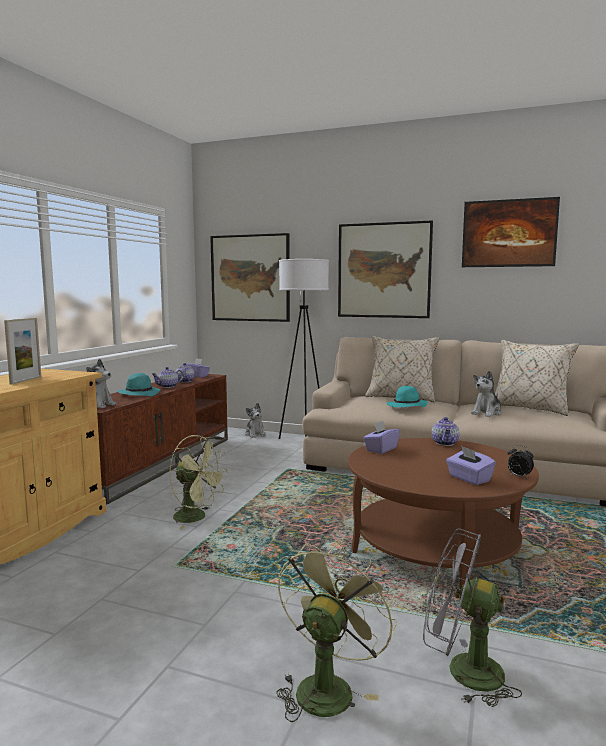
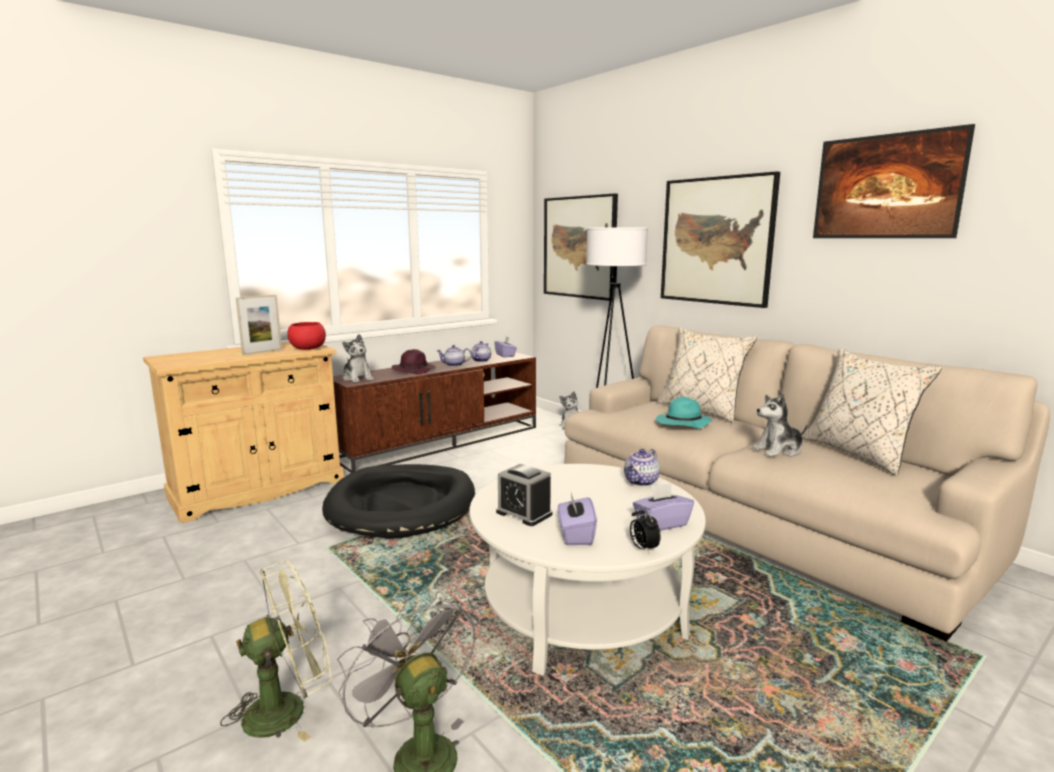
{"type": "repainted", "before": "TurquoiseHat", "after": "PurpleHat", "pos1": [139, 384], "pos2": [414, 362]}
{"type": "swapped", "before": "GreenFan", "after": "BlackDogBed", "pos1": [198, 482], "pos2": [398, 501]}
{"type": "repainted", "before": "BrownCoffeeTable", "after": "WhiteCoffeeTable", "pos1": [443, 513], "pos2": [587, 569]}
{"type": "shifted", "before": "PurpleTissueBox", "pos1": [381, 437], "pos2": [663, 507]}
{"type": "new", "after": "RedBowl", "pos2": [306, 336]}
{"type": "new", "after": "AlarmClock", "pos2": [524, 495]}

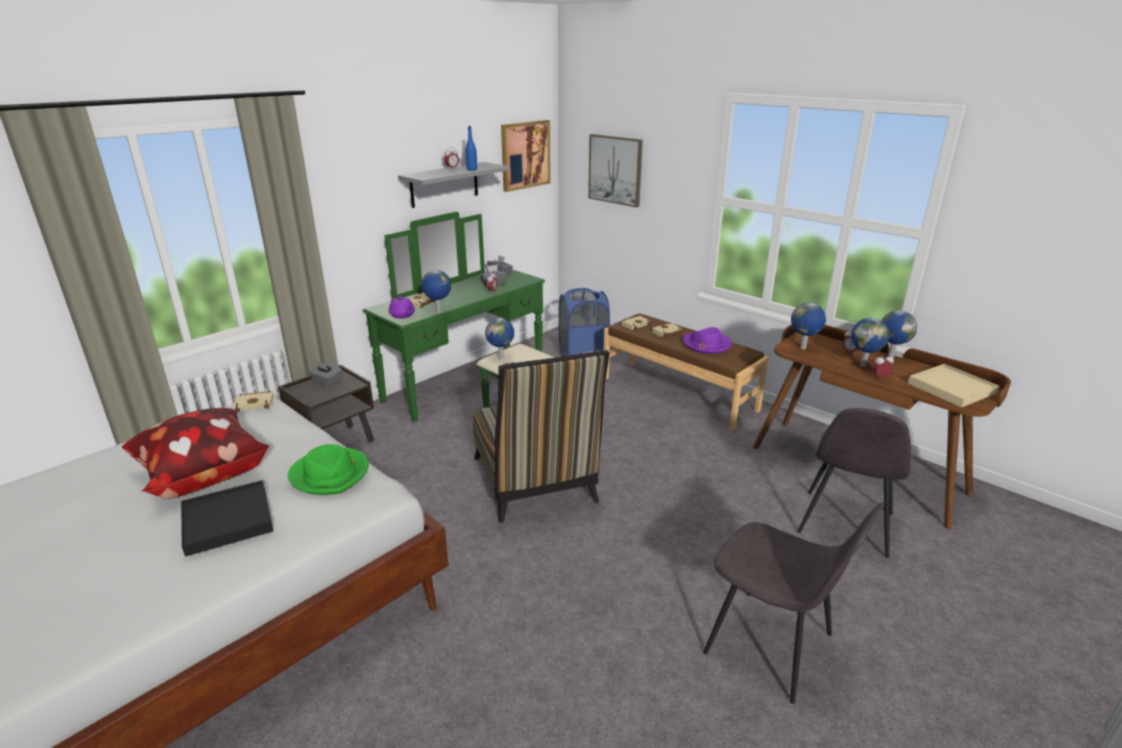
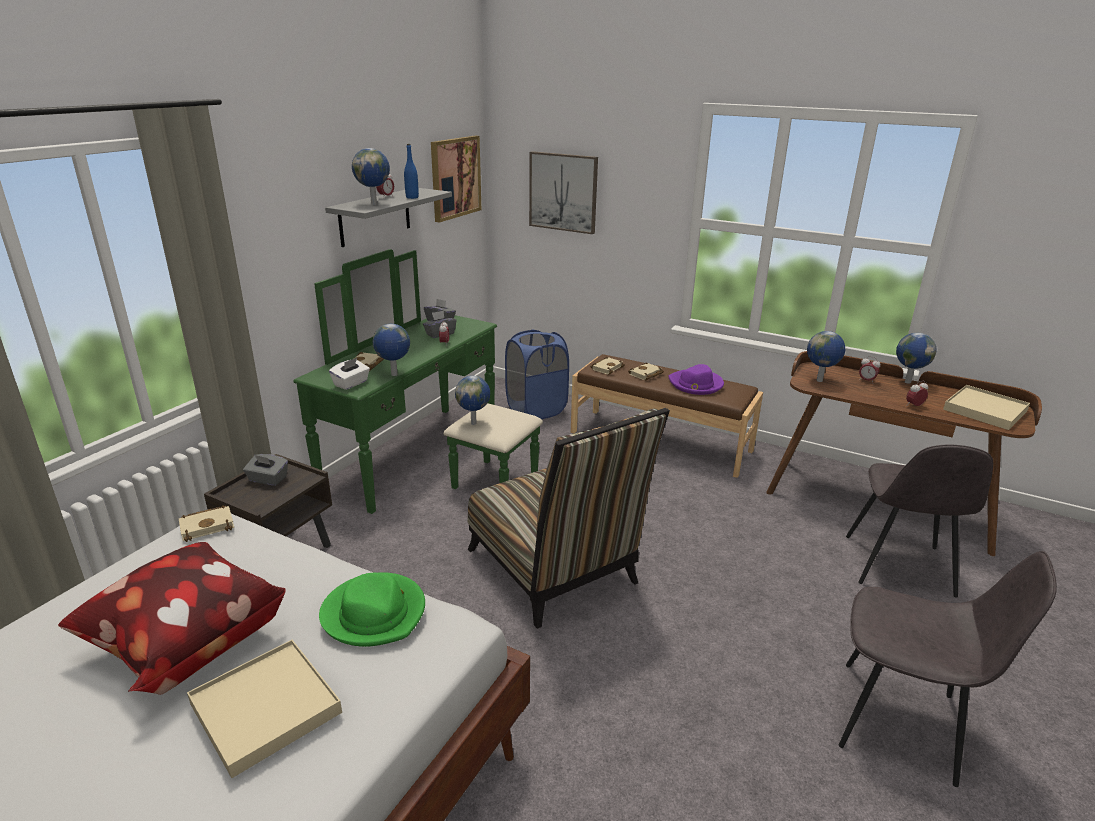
{"type": "repainted", "before": "BlackTray", "after": "BeigeTray", "pos1": [227, 518], "pos2": [264, 709]}
{"type": "swapped", "before": "PurpleTeapot", "after": "WhiteTissueBox", "pos1": [402, 307], "pos2": [349, 374]}
{"type": "shifted", "before": "Globe", "pos1": [870, 342], "pos2": [371, 176]}

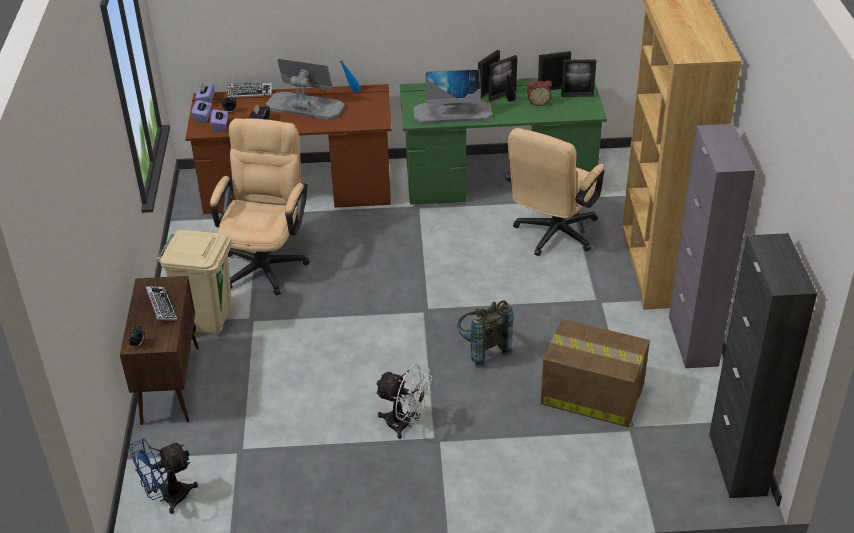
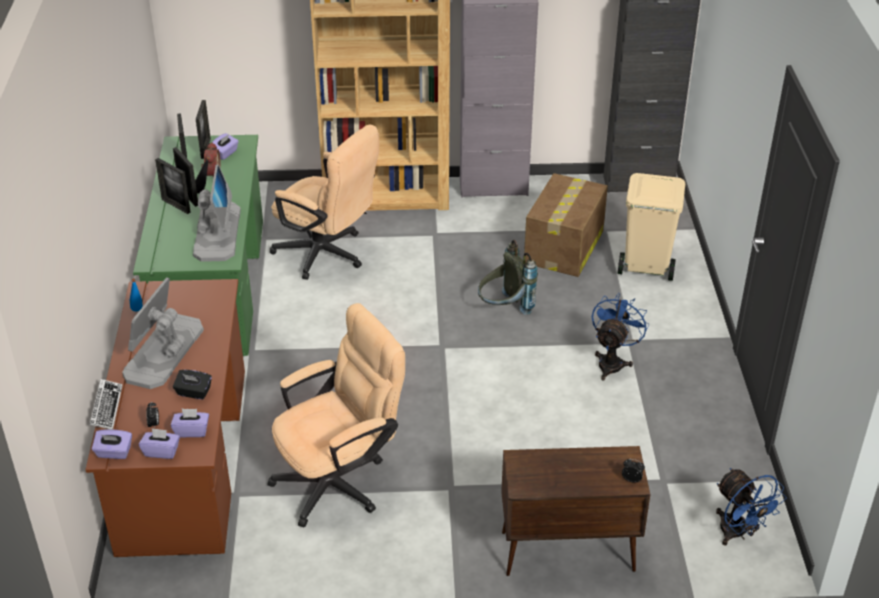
{"type": "gone", "before": "Keyboard", "pos1": [161, 303]}
{"type": "shifted", "before": "BeigeTrashCan", "pos1": [194, 282], "pos2": [651, 227]}
{"type": "rotated", "before": "BeigeOfficeChair", "pos1": [259, 206], "pos2": [336, 415], "turn": 135}
{"type": "repainted", "before": "WhiteFan", "after": "BlueFan", "pos1": [404, 401], "pos2": [620, 337]}
{"type": "new", "after": "PurpleTissueBox", "pos2": [225, 146]}

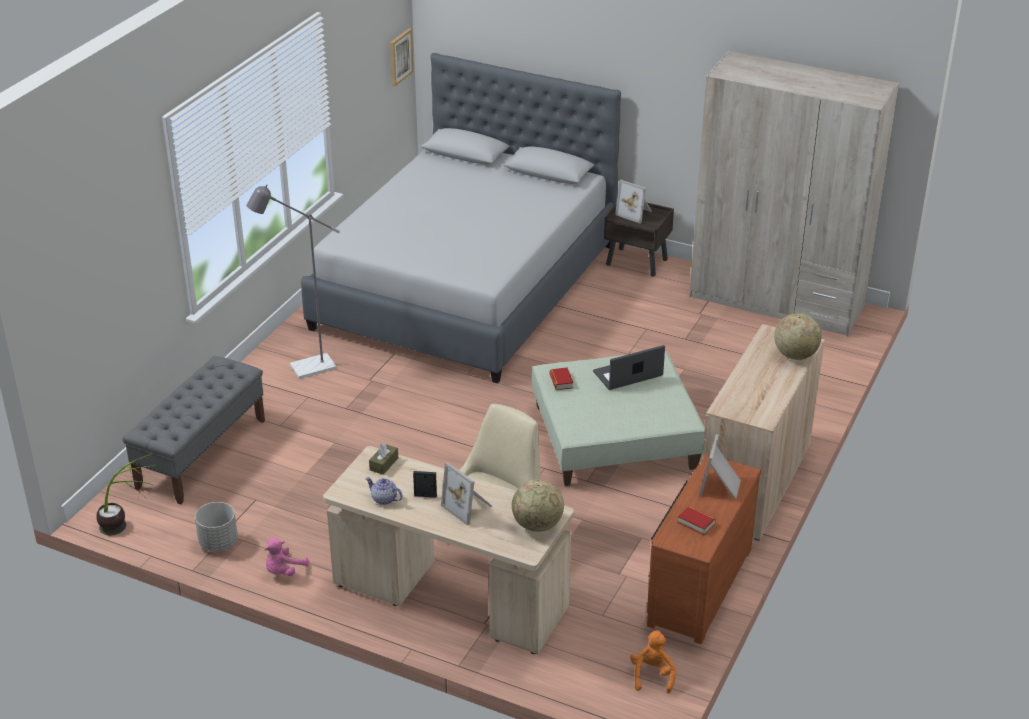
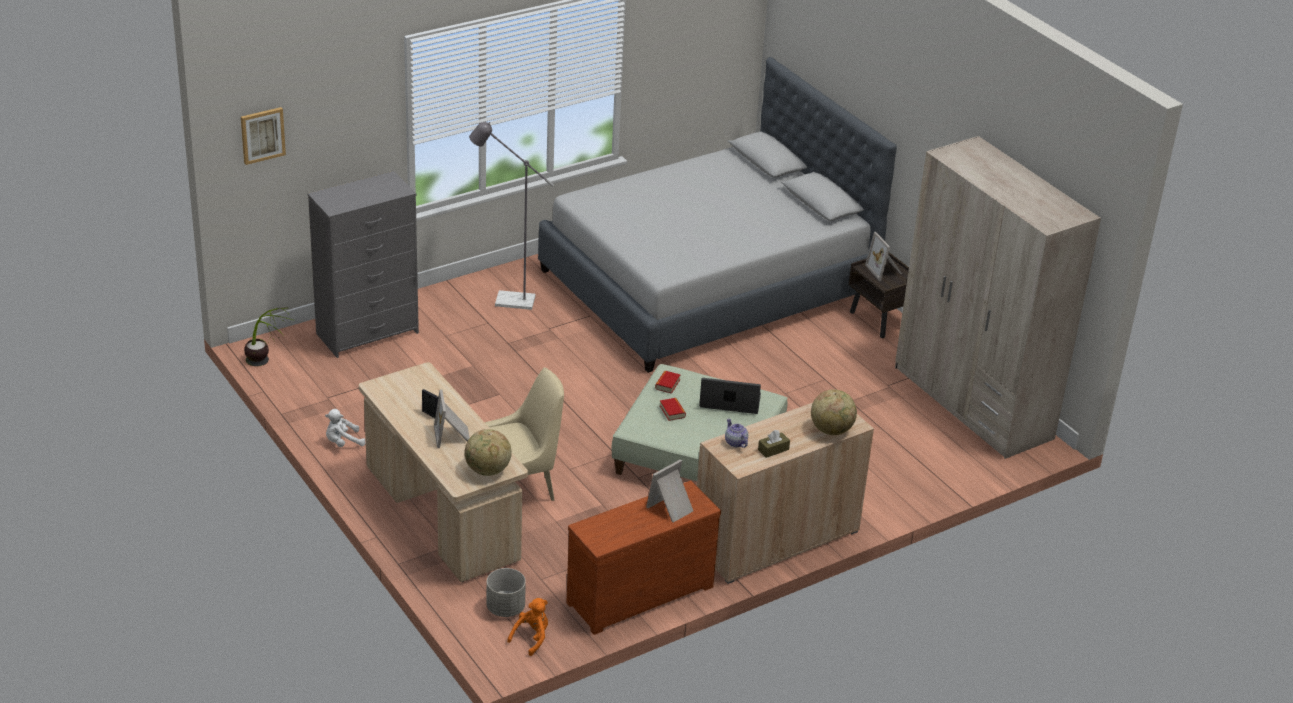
{"type": "swapped", "before": "GreyBench", "after": "GreyDresser", "pos1": [194, 430], "pos2": [363, 264]}
{"type": "shifted", "before": "GreyPlanter", "pos1": [216, 526], "pos2": [506, 592]}
{"type": "repainted", "before": "PinkPlushToy", "after": "WhitePlushToy", "pos1": [286, 556], "pos2": [345, 428]}
{"type": "shifted", "before": "Teapot", "pos1": [384, 491], "pos2": [736, 433]}
{"type": "shifted", "before": "BrownTissueBox", "pos1": [383, 459], "pos2": [774, 444]}
{"type": "shifted", "before": "Picture", "pos1": [402, 57], "pos2": [263, 136]}
{"type": "shifted", "before": "Book", "pos1": [697, 520], "pos2": [673, 409]}

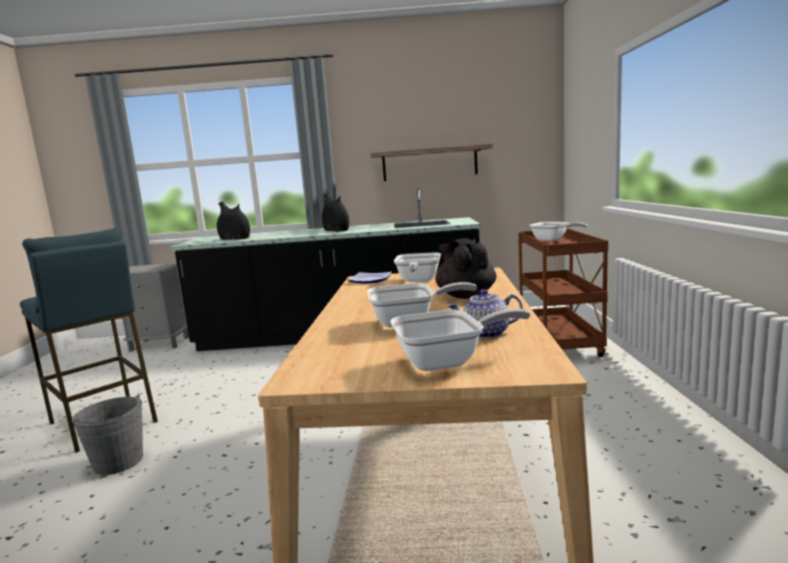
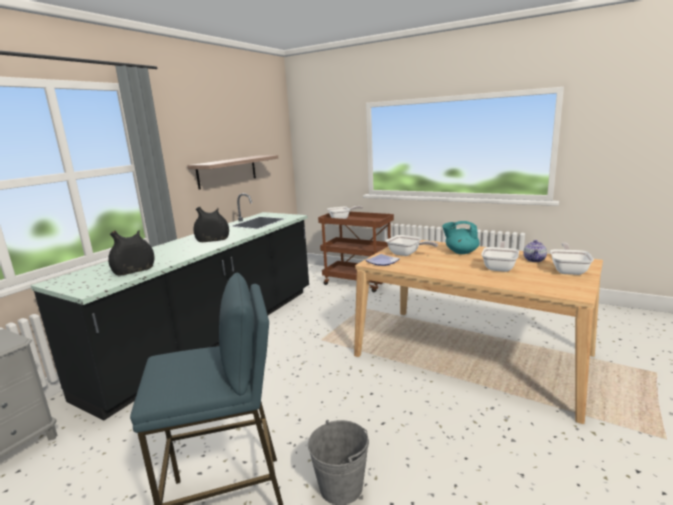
{"type": "repainted", "before": "BlackTeapot", "after": "TurquoiseTeapot", "pos1": [465, 268], "pos2": [461, 237]}

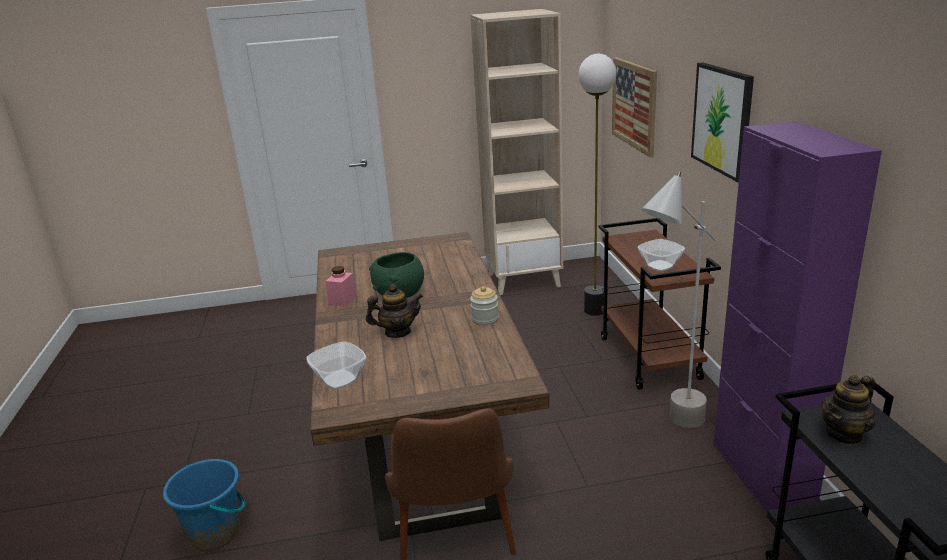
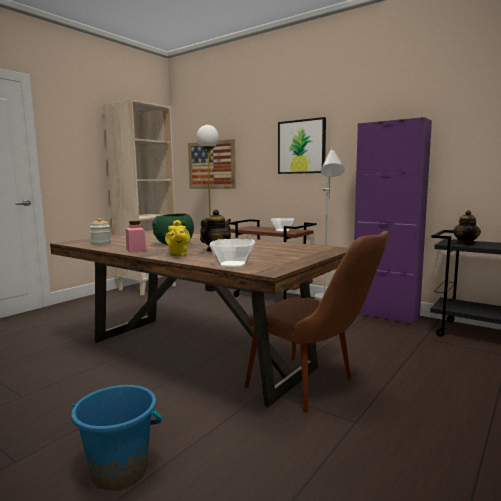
{"type": "shifted", "before": "Jar", "pos1": [484, 306], "pos2": [100, 231]}
{"type": "new", "after": "YellowTeapot", "pos2": [177, 238]}

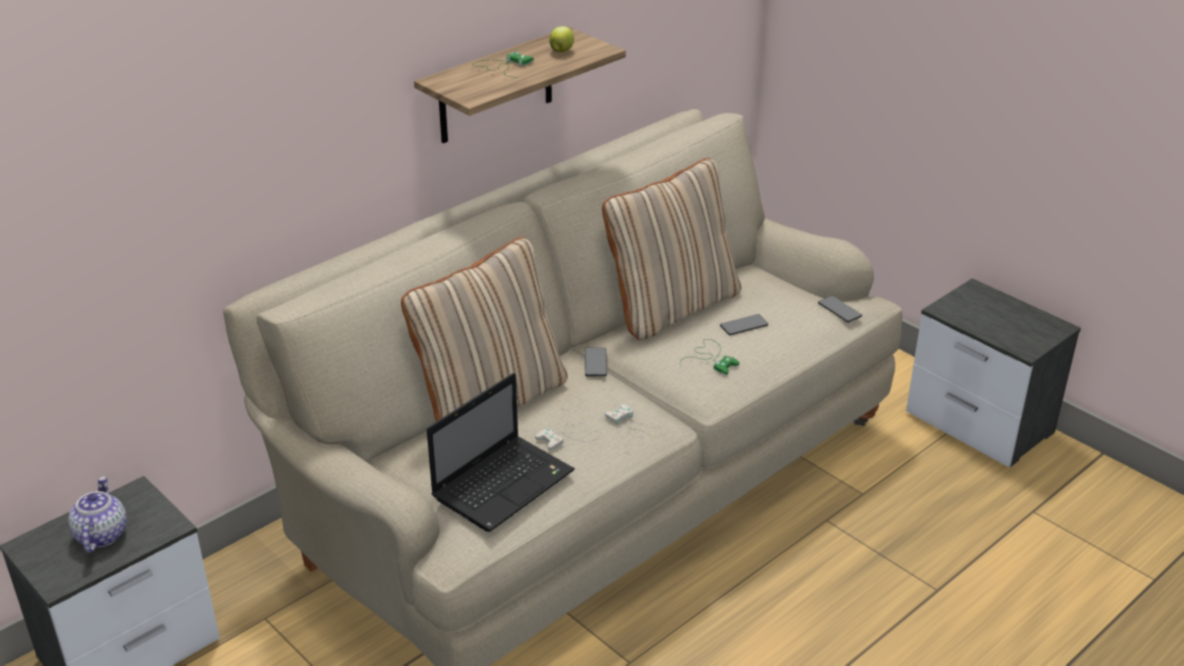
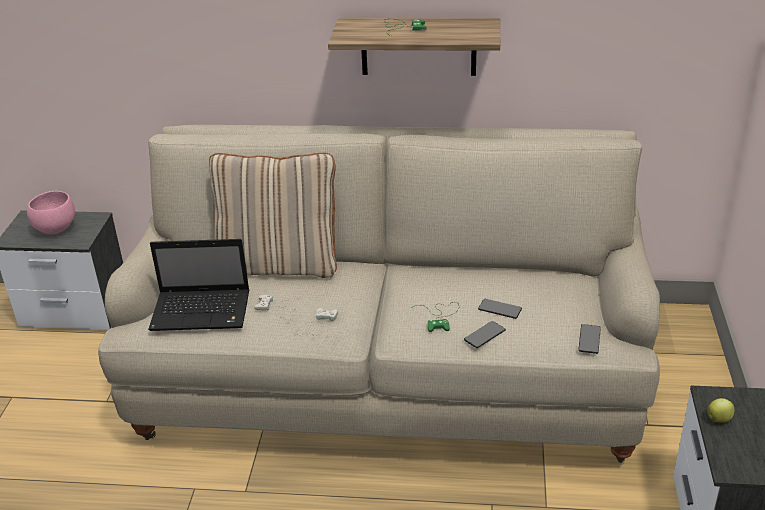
{"type": "swapped", "before": "Teapot", "after": "PinkBowl", "pos1": [97, 514], "pos2": [51, 212]}
{"type": "shifted", "before": "Apple", "pos1": [561, 39], "pos2": [721, 410]}
{"type": "shifted", "before": "Phone", "pos1": [596, 362], "pos2": [485, 334]}
{"type": "gone", "before": "BeigePillow", "pos1": [671, 249]}

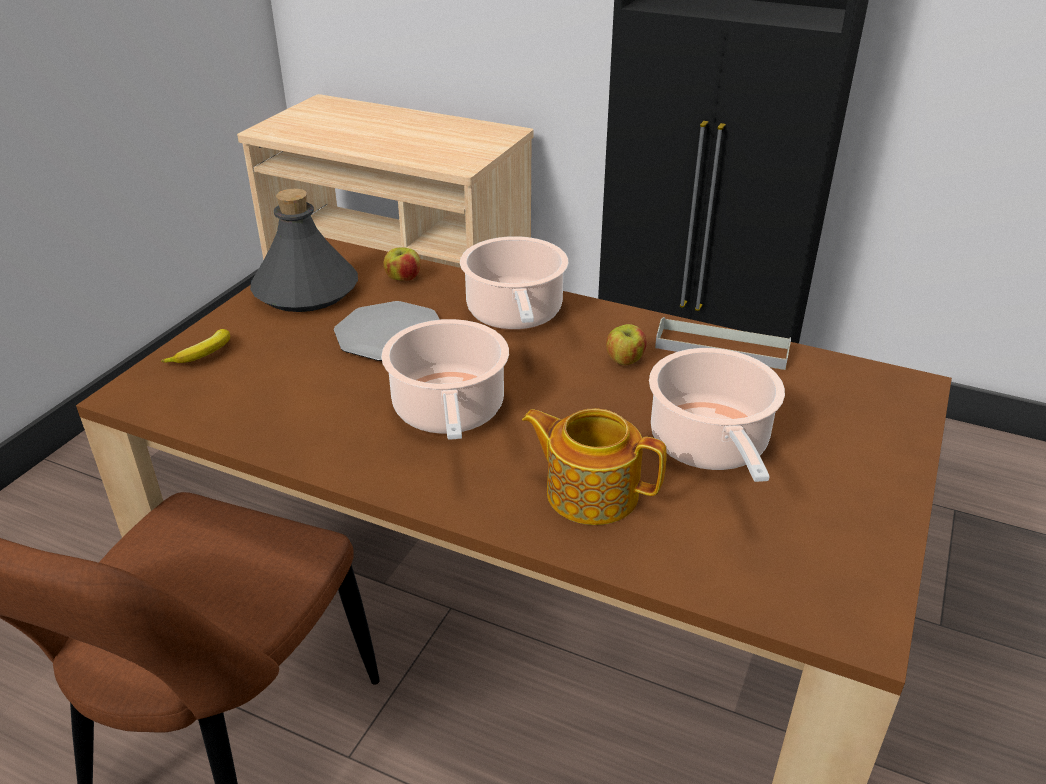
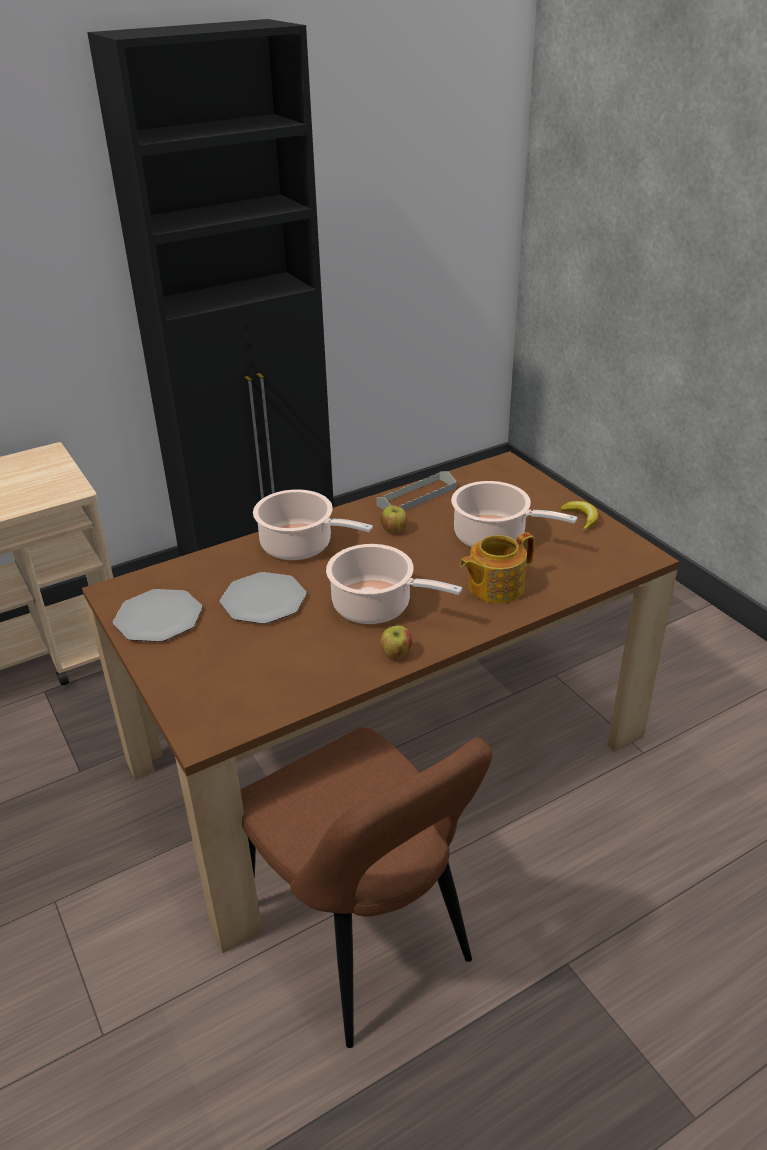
{"type": "shifted", "before": "Banana", "pos1": [195, 346], "pos2": [579, 516]}
{"type": "swapped", "before": "GreyBottle", "after": "Plate", "pos1": [304, 250], "pos2": [157, 615]}
{"type": "shifted", "before": "Apple", "pos1": [402, 264], "pos2": [396, 642]}

